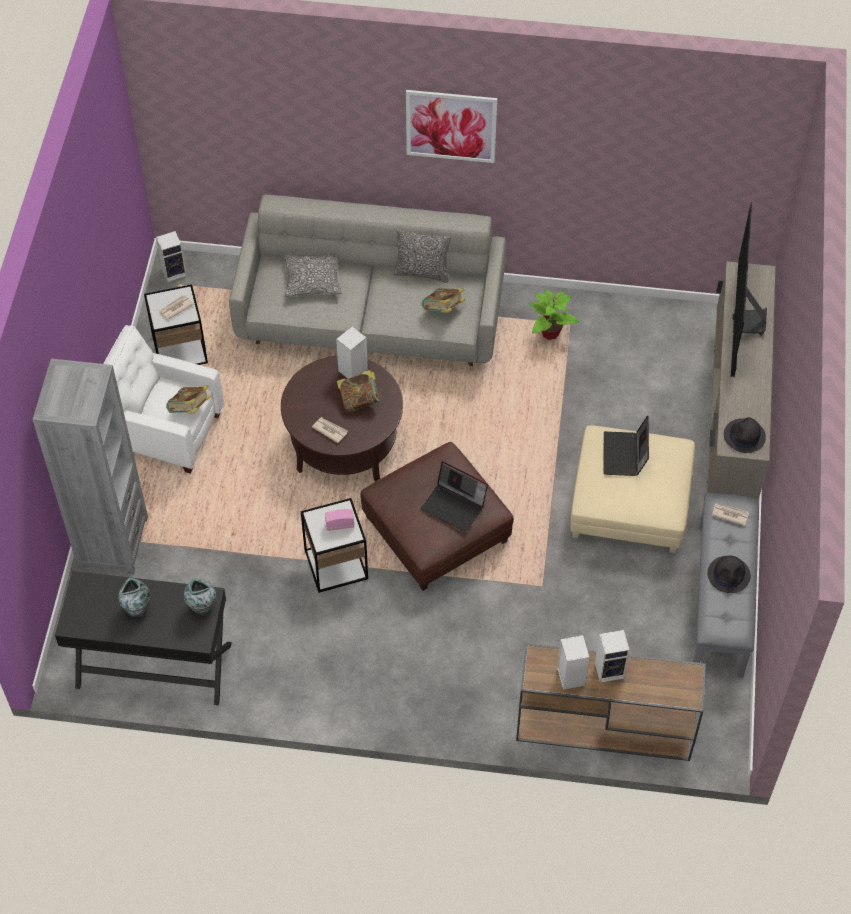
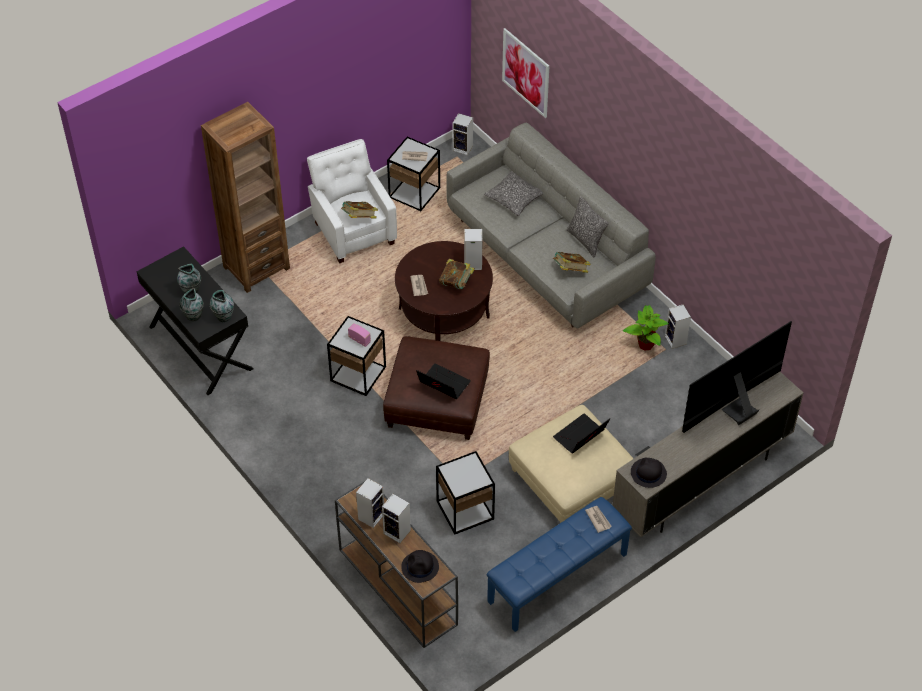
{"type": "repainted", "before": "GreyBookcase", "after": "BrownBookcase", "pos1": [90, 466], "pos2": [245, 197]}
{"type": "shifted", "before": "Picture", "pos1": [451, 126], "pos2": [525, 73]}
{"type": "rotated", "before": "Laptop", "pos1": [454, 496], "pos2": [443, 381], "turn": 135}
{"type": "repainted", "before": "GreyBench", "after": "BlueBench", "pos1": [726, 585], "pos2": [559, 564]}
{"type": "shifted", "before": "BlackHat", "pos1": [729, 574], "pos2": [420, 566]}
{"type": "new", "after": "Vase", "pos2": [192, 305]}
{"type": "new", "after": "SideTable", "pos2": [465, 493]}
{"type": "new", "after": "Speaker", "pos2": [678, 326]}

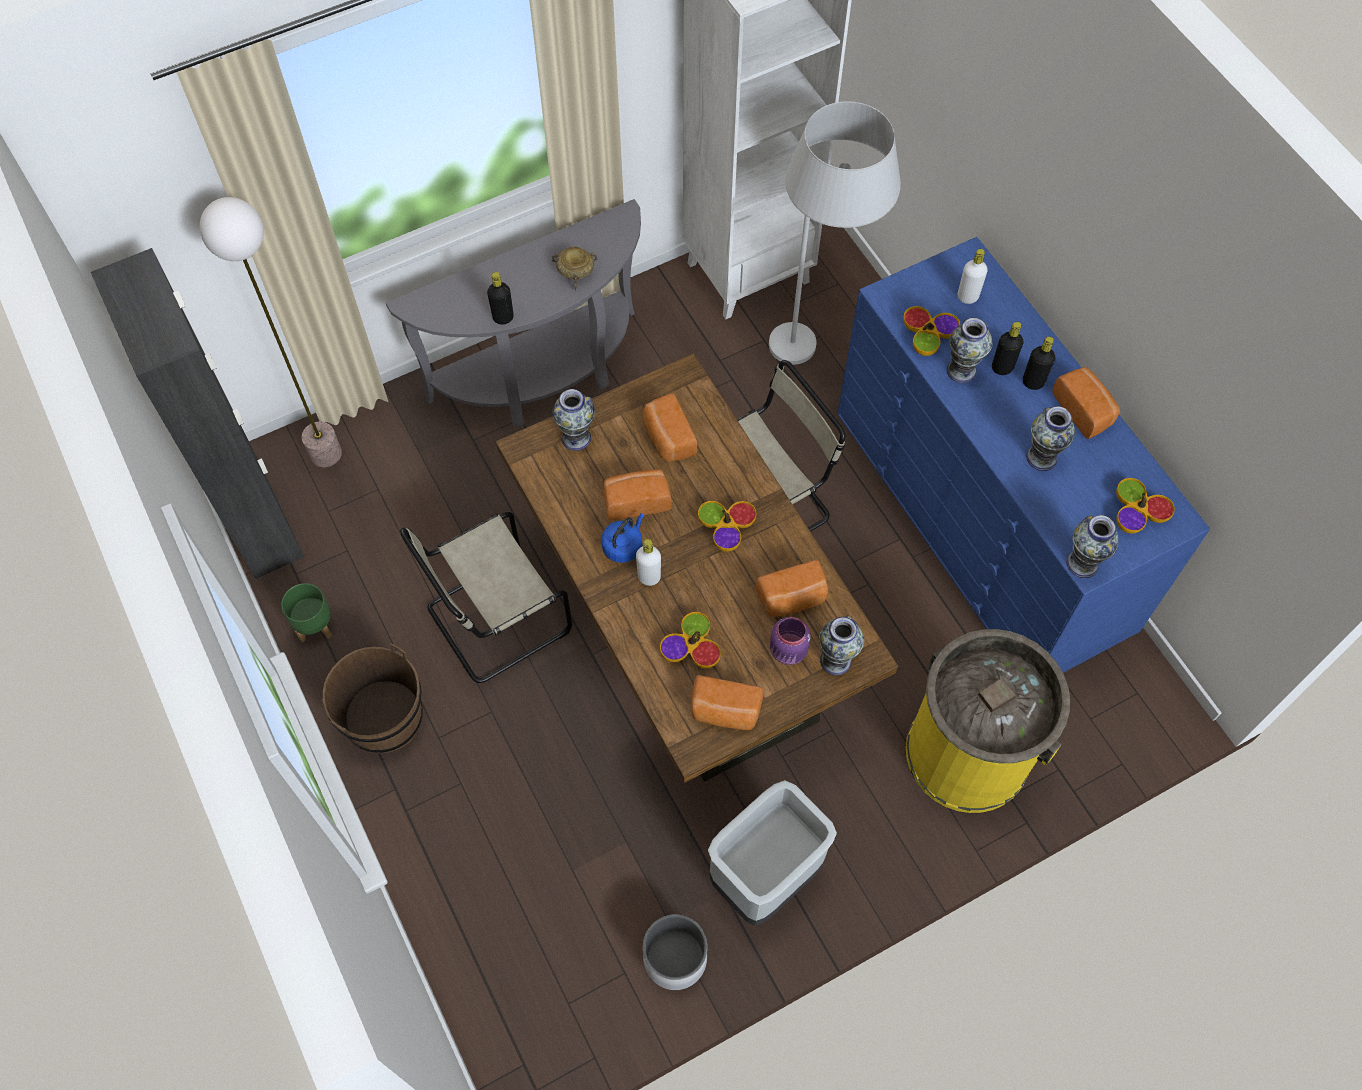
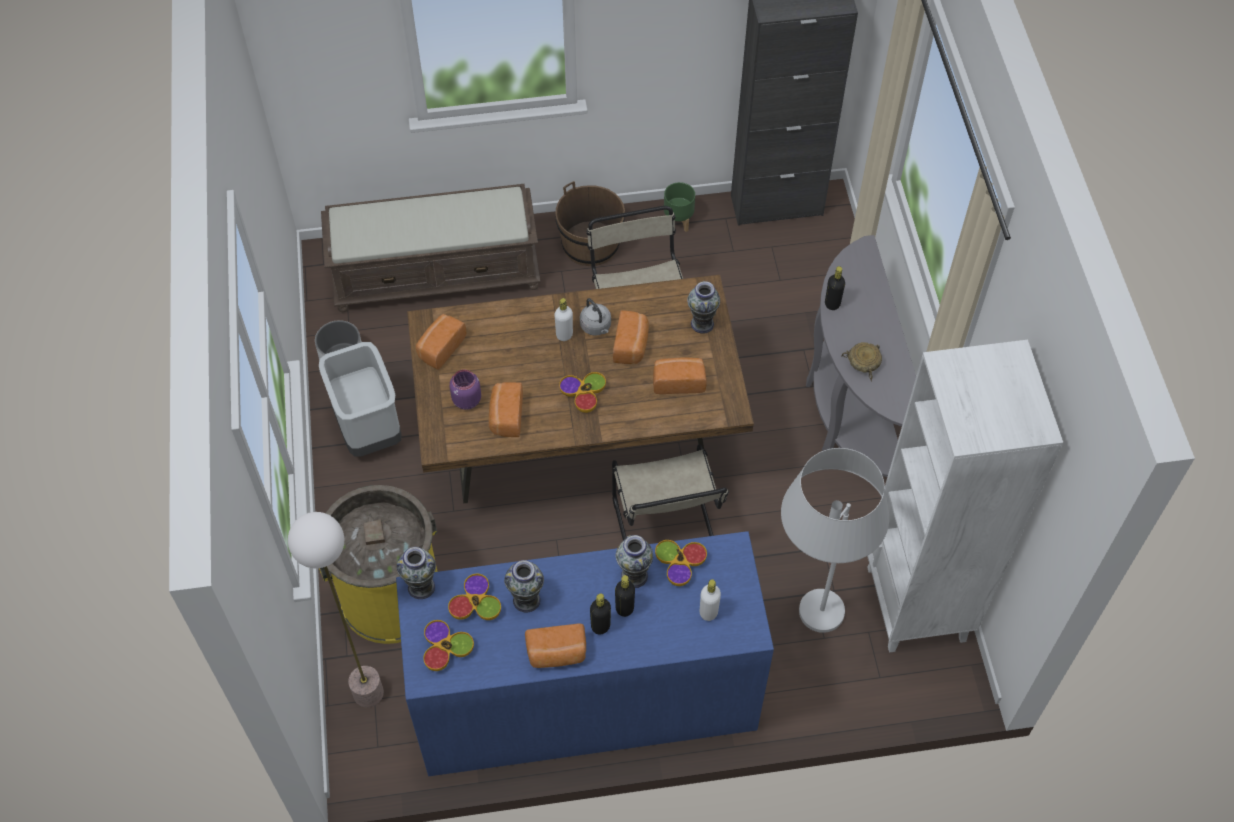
{"type": "shifted", "before": "FloorLamp", "pos1": [271, 332], "pos2": [336, 609]}
{"type": "repainted", "before": "BlueKettle", "after": "GreyKettle", "pos1": [622, 538], "pos2": [595, 317]}
{"type": "shifted", "before": "Bowl", "pos1": [690, 640], "pos2": [474, 597]}
{"type": "gone", "before": "Vase", "pos1": [841, 645]}
{"type": "new", "after": "BrownBench", "pos2": [431, 248]}

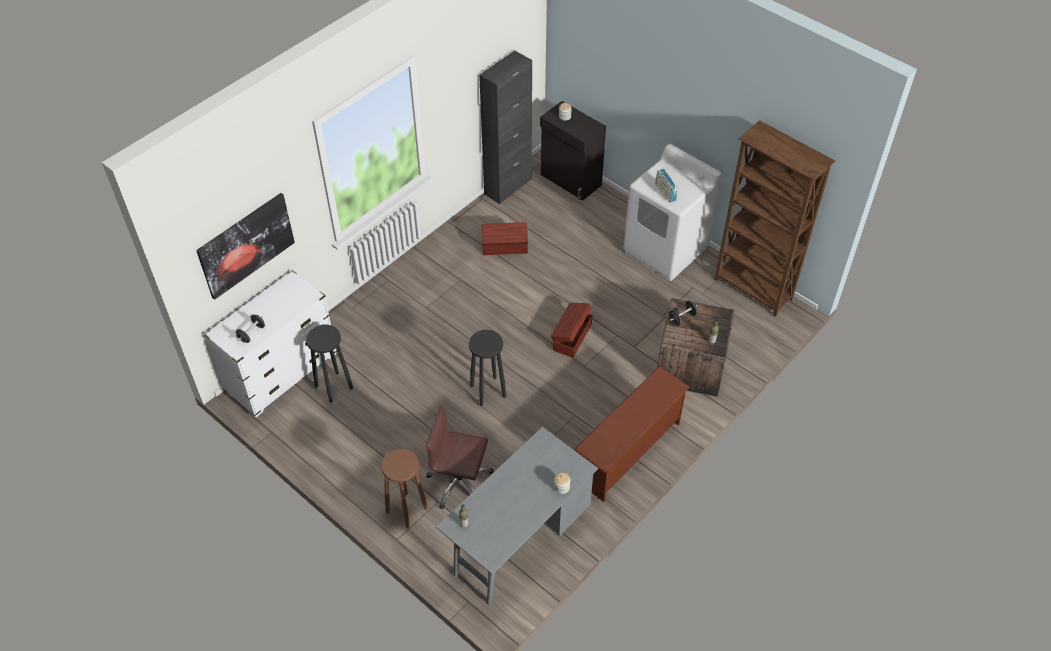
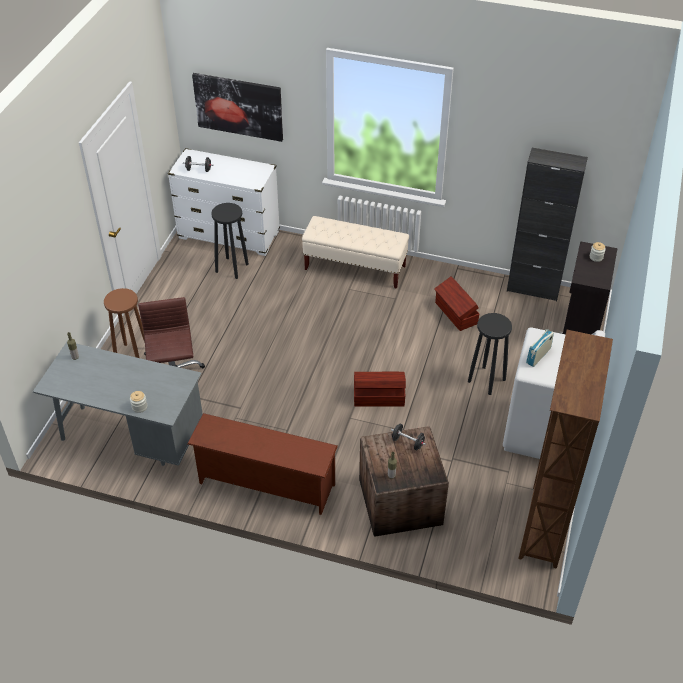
{"type": "shifted", "before": "BlackStool", "pos1": [487, 368], "pos2": [490, 354]}
{"type": "new", "after": "BeigeBench", "pos2": [355, 252]}

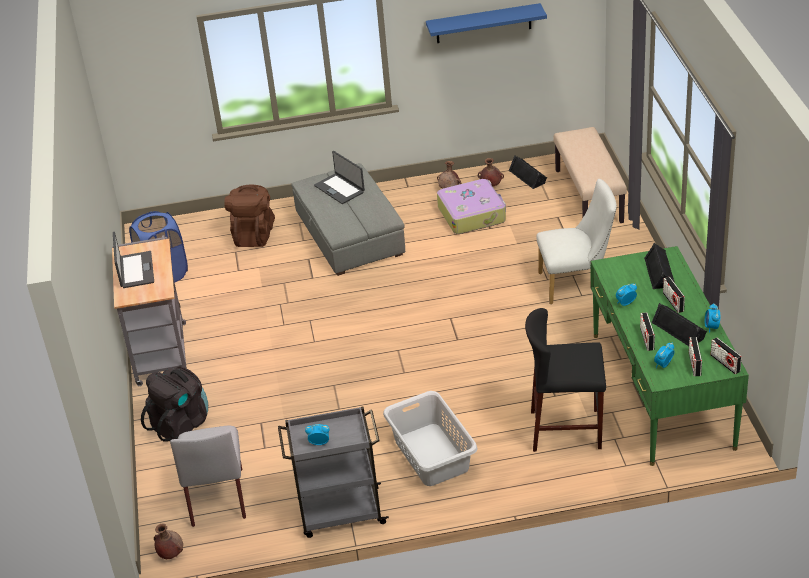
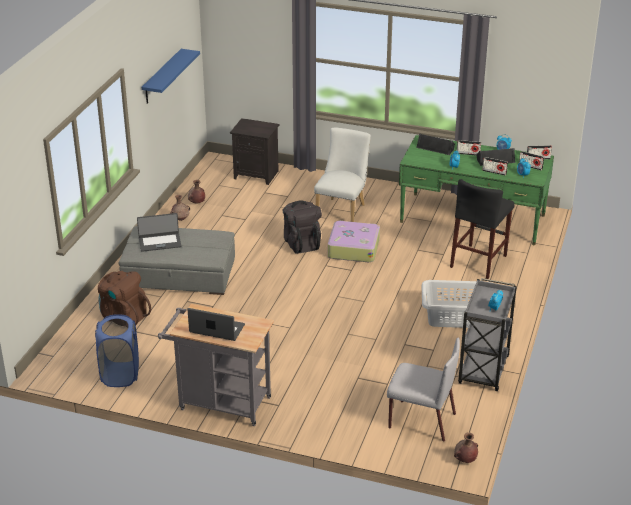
{"type": "shifted", "before": "BlackBackpack", "pos1": [174, 404], "pos2": [302, 227]}
{"type": "shifted", "before": "Suitcase", "pos1": [471, 206], "pos2": [354, 241]}
{"type": "gone", "before": "BlackSpeaker", "pos1": [527, 172]}
{"type": "swapped", "before": "BeigeBench", "after": "BlackNightstand", "pos1": [590, 175], "pos2": [254, 151]}

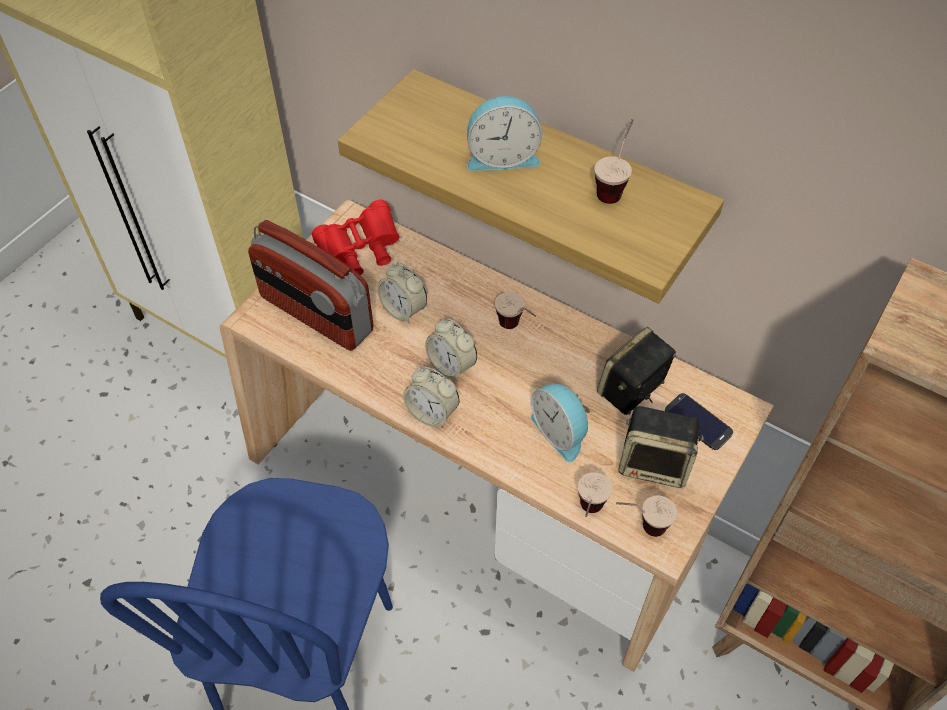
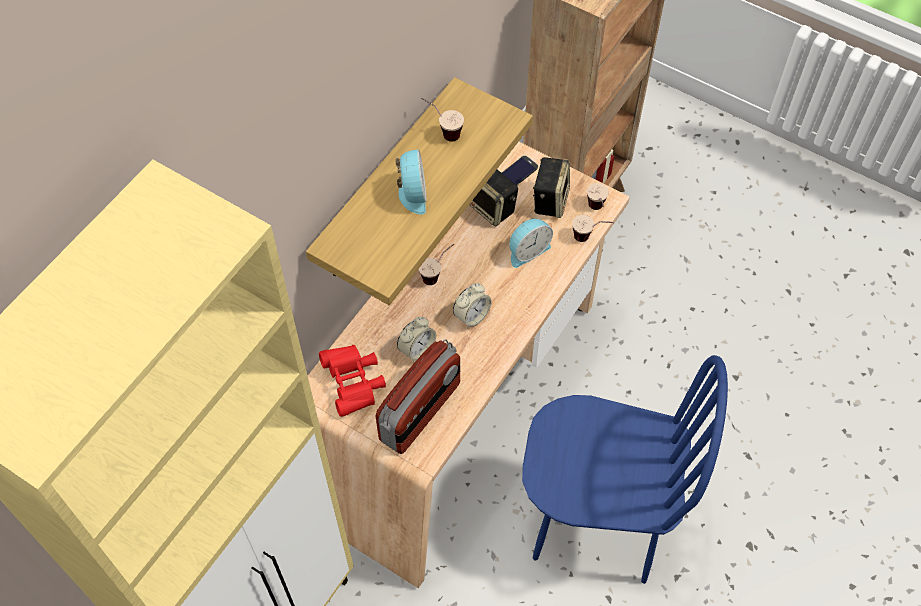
{"type": "gone", "before": "AlarmClock", "pos1": [431, 397]}

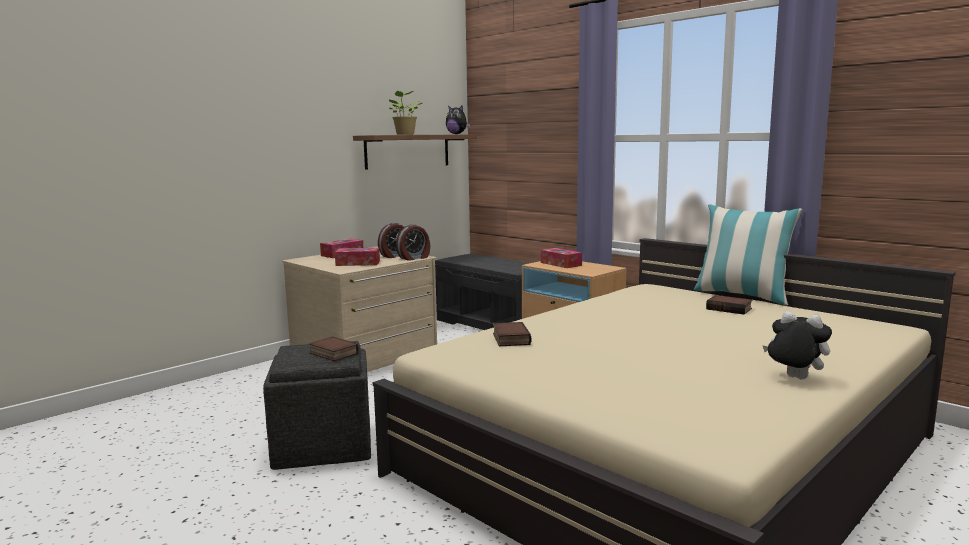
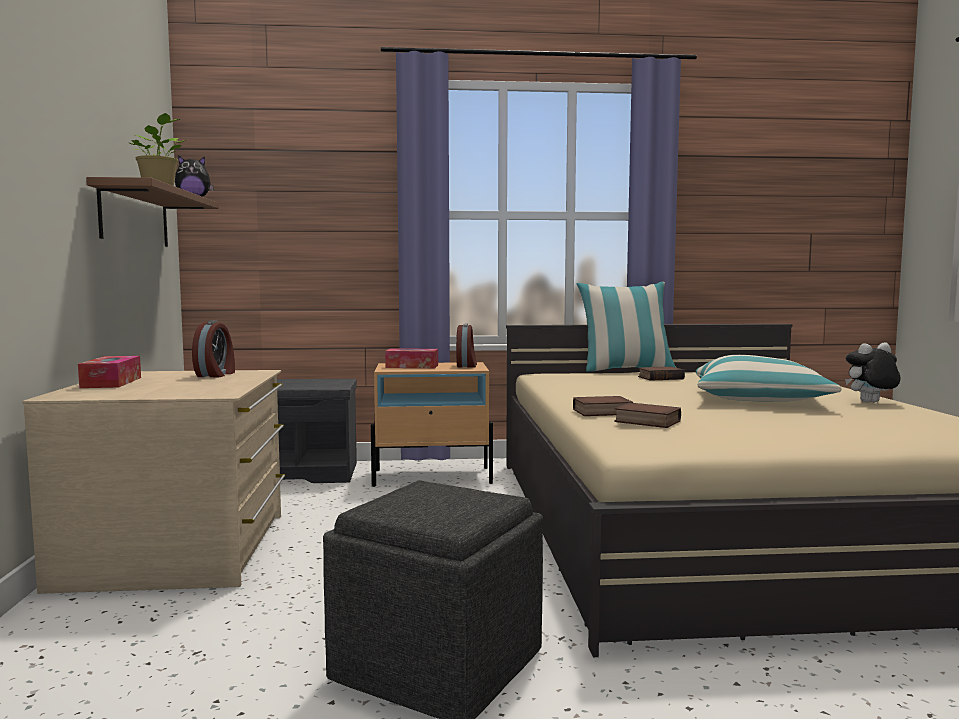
{"type": "shifted", "before": "Book", "pos1": [334, 348], "pos2": [603, 406]}
{"type": "gone", "before": "TissueBox", "pos1": [357, 257]}
{"type": "shifted", "before": "AlarmClock", "pos1": [413, 242], "pos2": [466, 346]}
{"type": "new", "after": "Pillow", "pos2": [769, 378]}

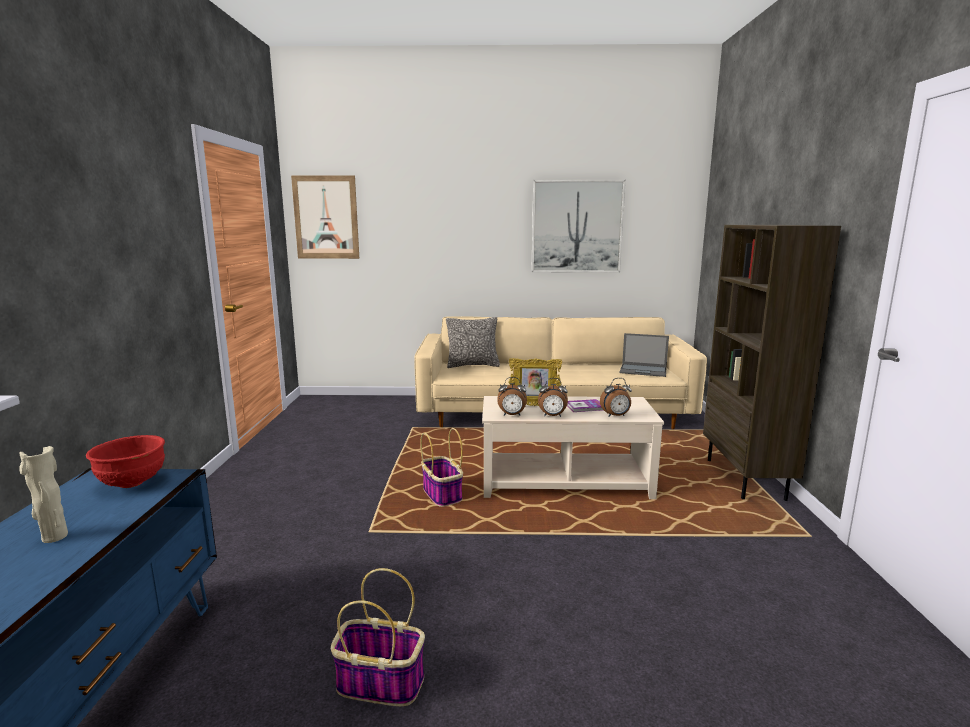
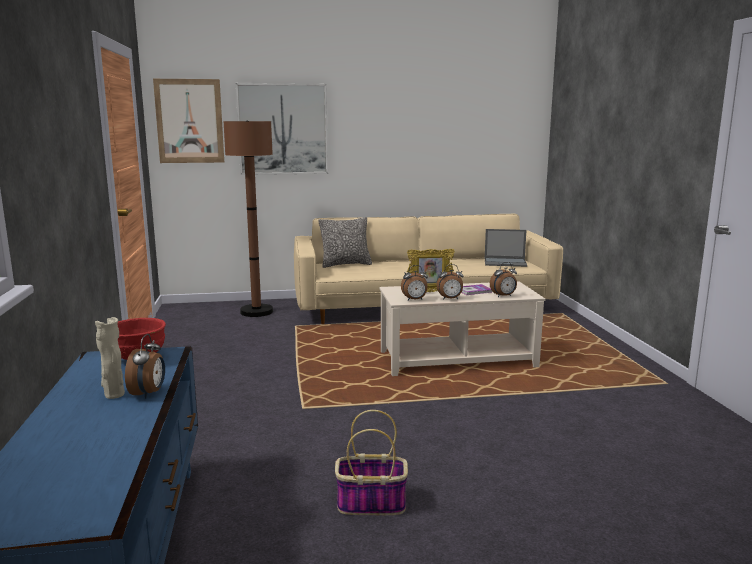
{"type": "gone", "before": "Basket", "pos1": [441, 467]}
{"type": "shifted", "before": "Picture", "pos1": [578, 226], "pos2": [282, 129]}
{"type": "gone", "before": "BrownBookcase", "pos1": [772, 363]}
{"type": "new", "after": "AlarmClock", "pos2": [145, 366]}
{"type": "new", "after": "BrownFloorLamp", "pos2": [248, 219]}

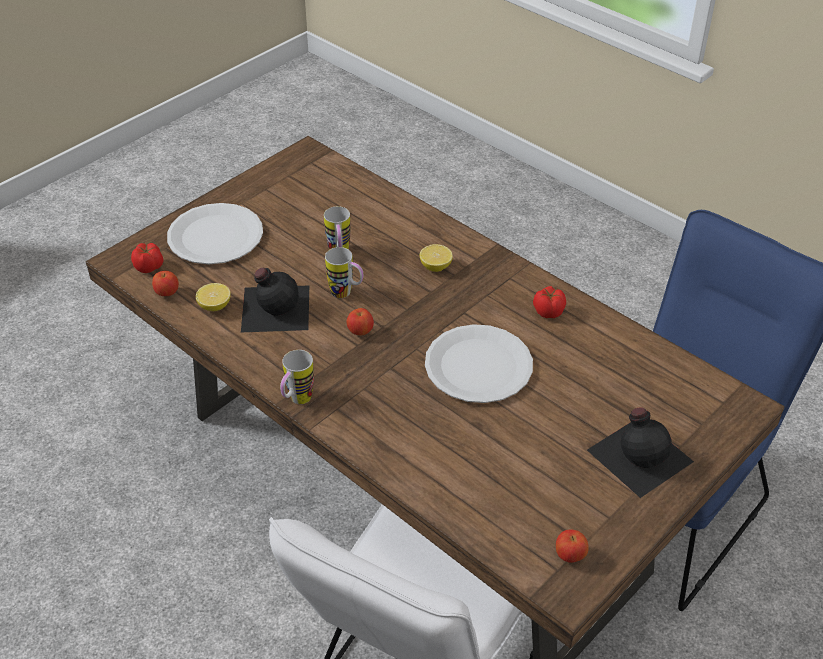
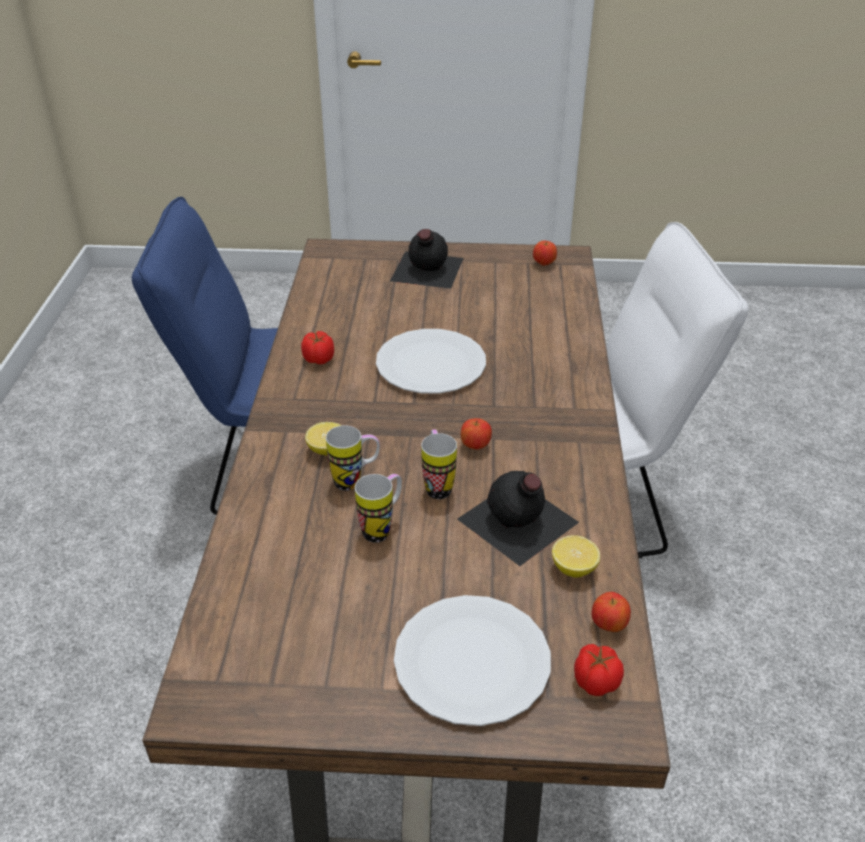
{"type": "shifted", "before": "Mug", "pos1": [297, 377], "pos2": [353, 458]}

